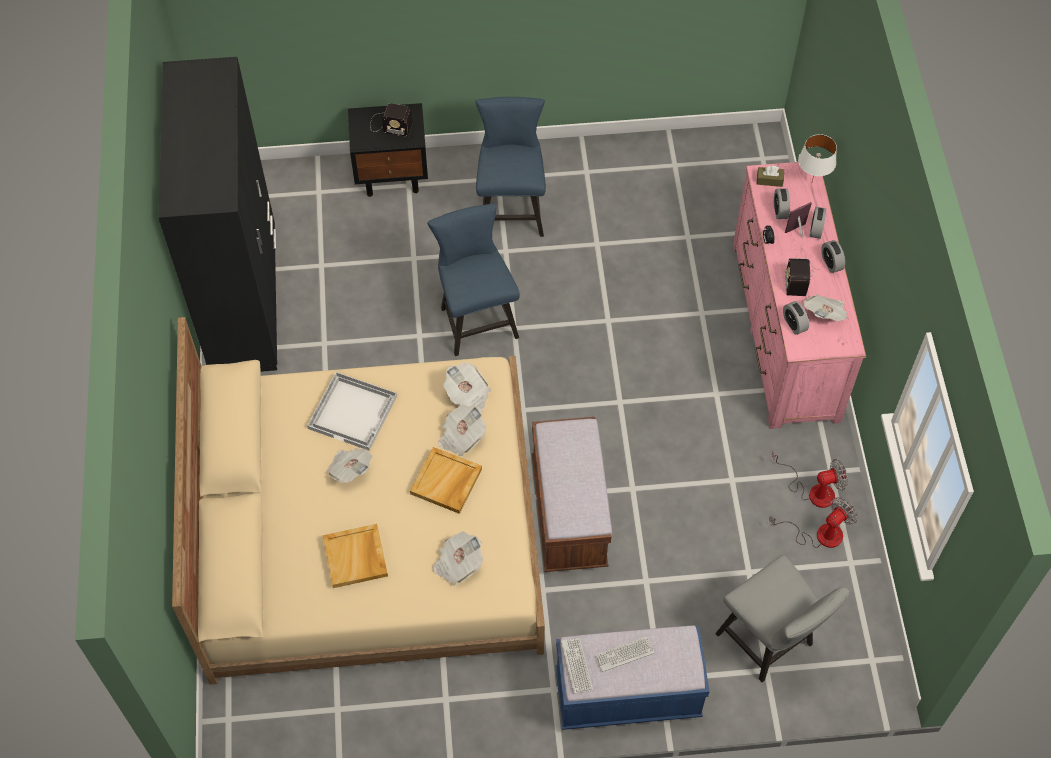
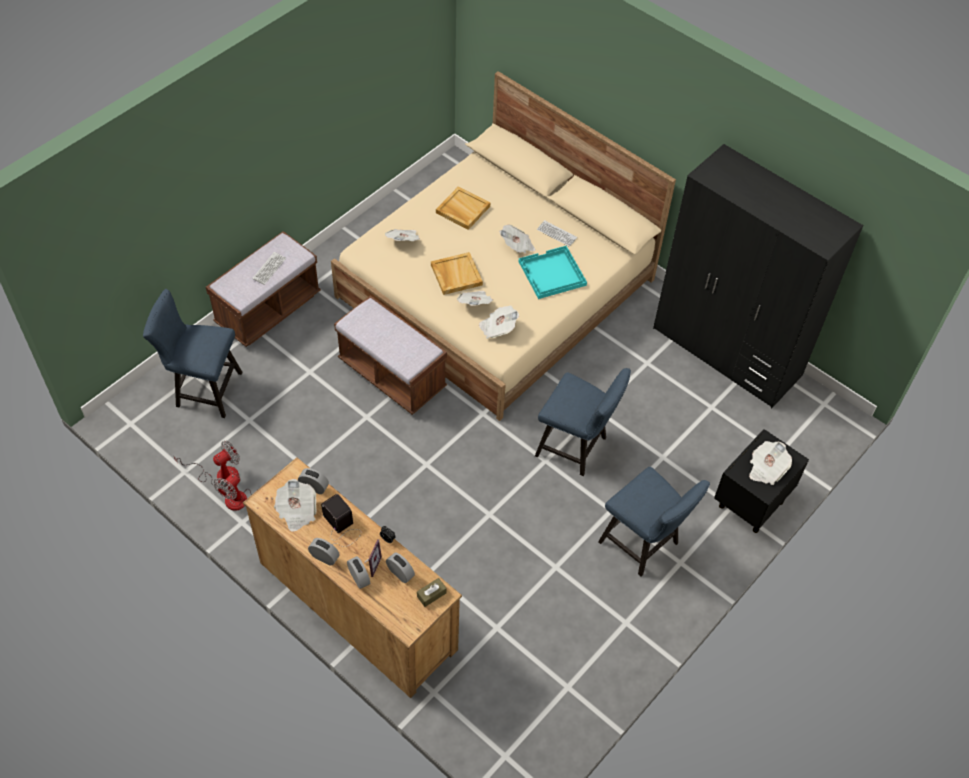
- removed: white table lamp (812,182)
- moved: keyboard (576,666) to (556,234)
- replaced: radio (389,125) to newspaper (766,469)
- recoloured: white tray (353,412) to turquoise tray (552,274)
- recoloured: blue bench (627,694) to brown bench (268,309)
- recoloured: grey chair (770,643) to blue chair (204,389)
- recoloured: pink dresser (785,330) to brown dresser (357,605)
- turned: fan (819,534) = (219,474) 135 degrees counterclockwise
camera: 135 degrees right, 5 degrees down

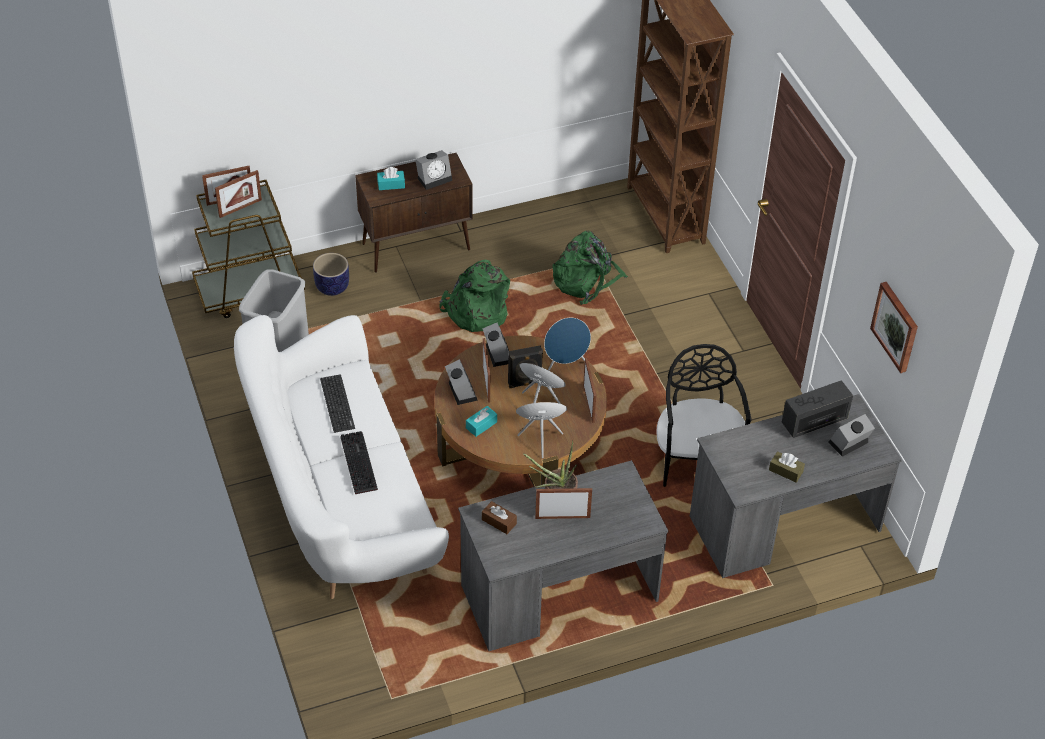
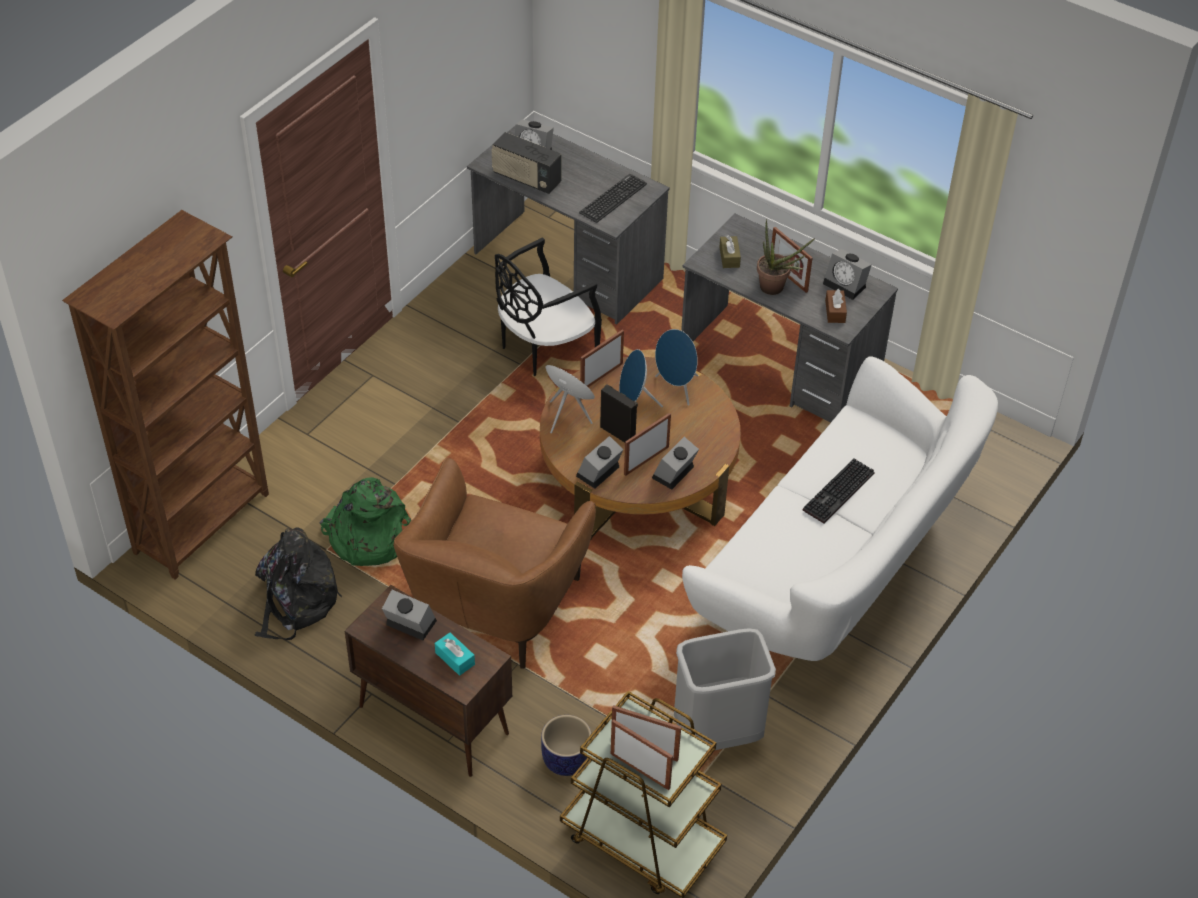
- removed: turquoise tissue box (481,425)
- removed: picture (896,326)
- added: black backpack (296,602)
- added: alarm clock (846,285)
- moved: keyboard (337,403) to (613,198)
- moved: brown tissue box (786,471) to (729,257)
- replaced: green backpack (476,312) to brown armchair (494,605)
camera: 125 degrees left, 0 degrees up

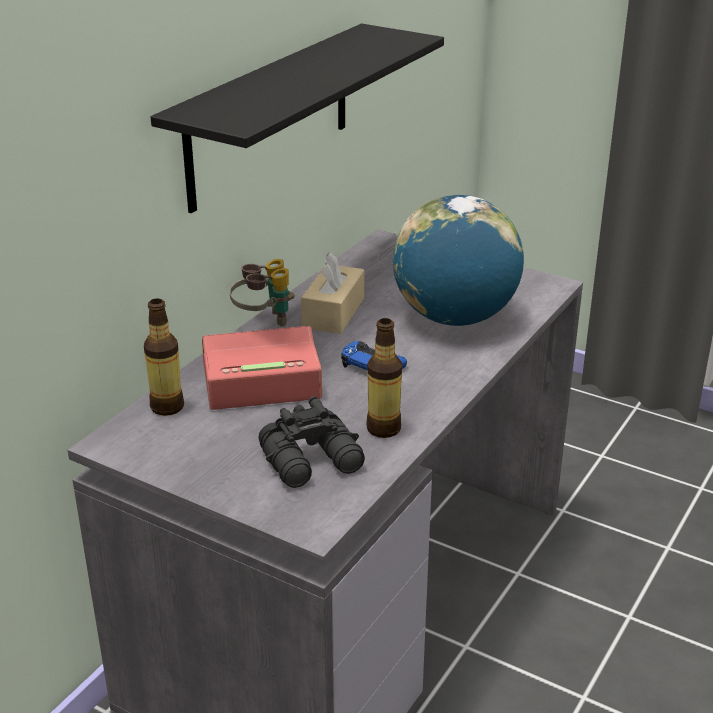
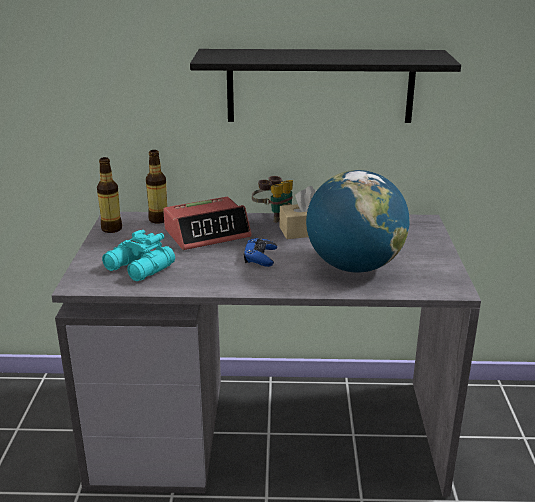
- moved: bottle (383,429) to (111,229)
- recoloured: black binoculars (314,461) to turquoise binoculars (139,268)
- turned: alarm clock (260,381) = (207,233) 105 degrees clockwise
camera: 60 degrees right, 5 degrees down

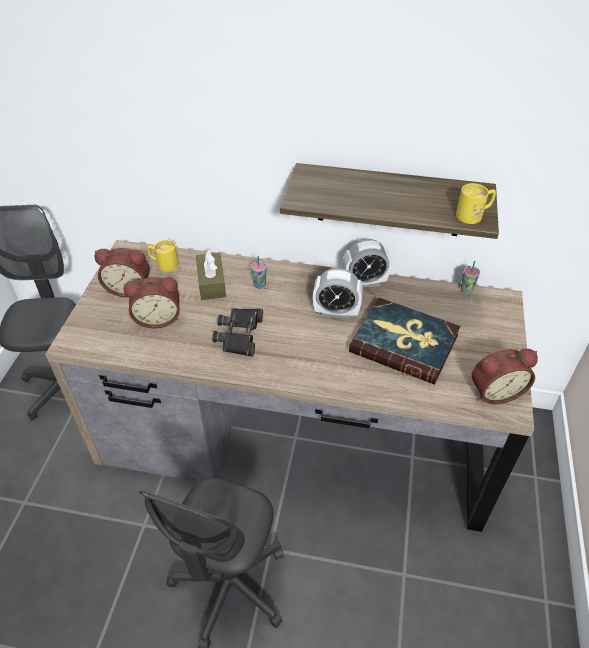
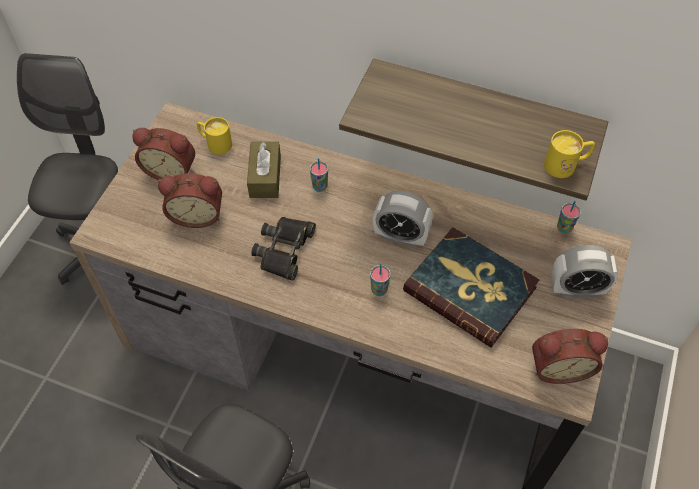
- added: cup (379,290)
- moved: alarm clock (364,282) to (576,289)
camera: 10 degrees right, 10 degrees up

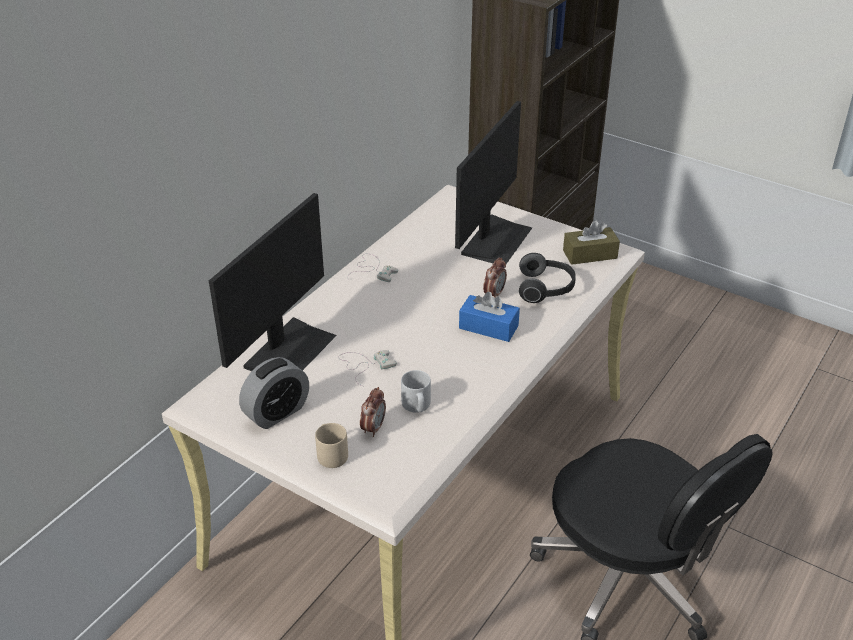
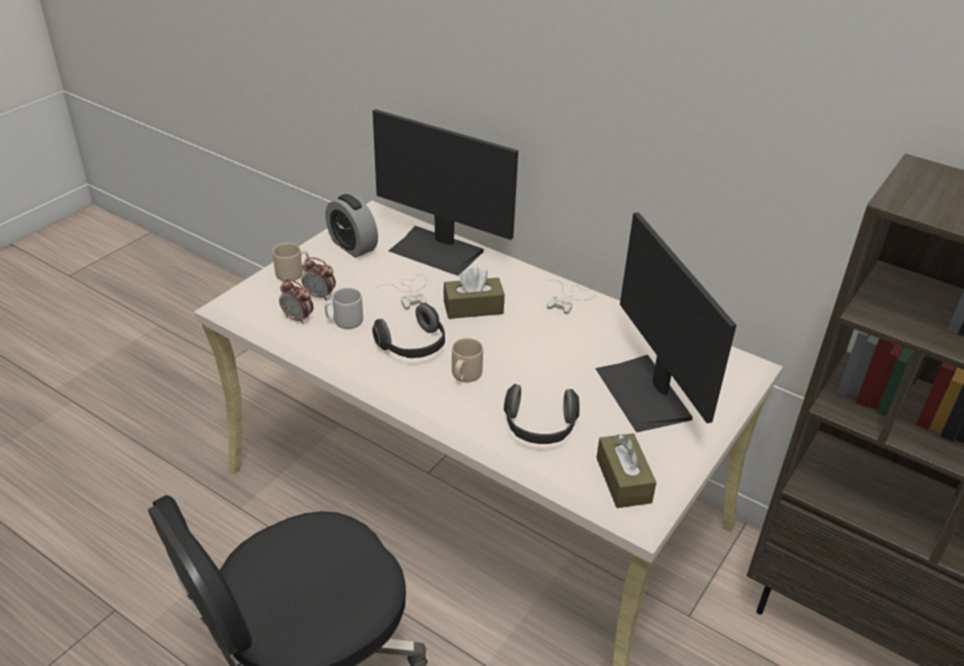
- added: headphones (413,347)
- added: brown tissue box (473,308)
- moved: alarm clock (494,294) to (298,318)
- replaced: blue tissue box (488,327) to beige mug (465,375)
- turned: monitor (495,240) = (645,393) 45 degrees clockwise
camera: 90 degrees right, 0 degrees up

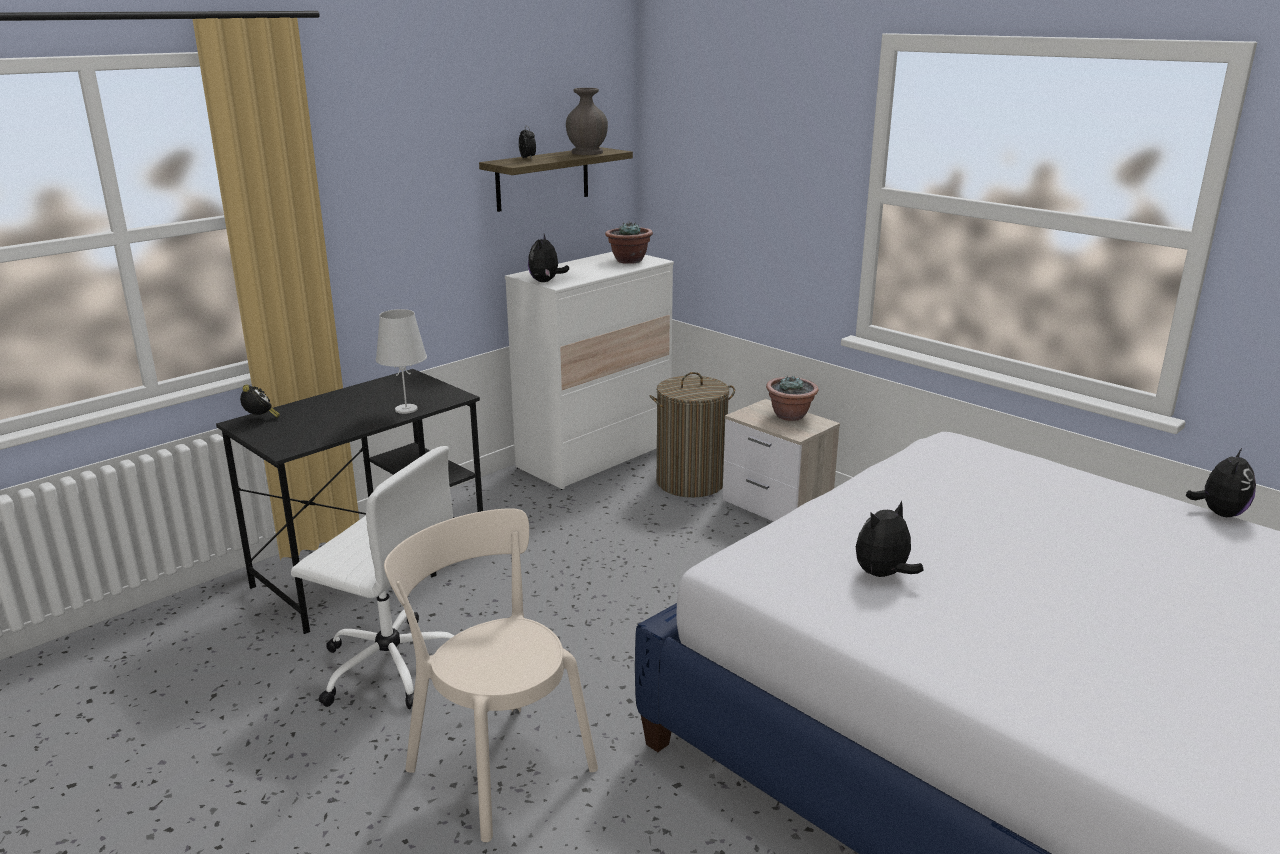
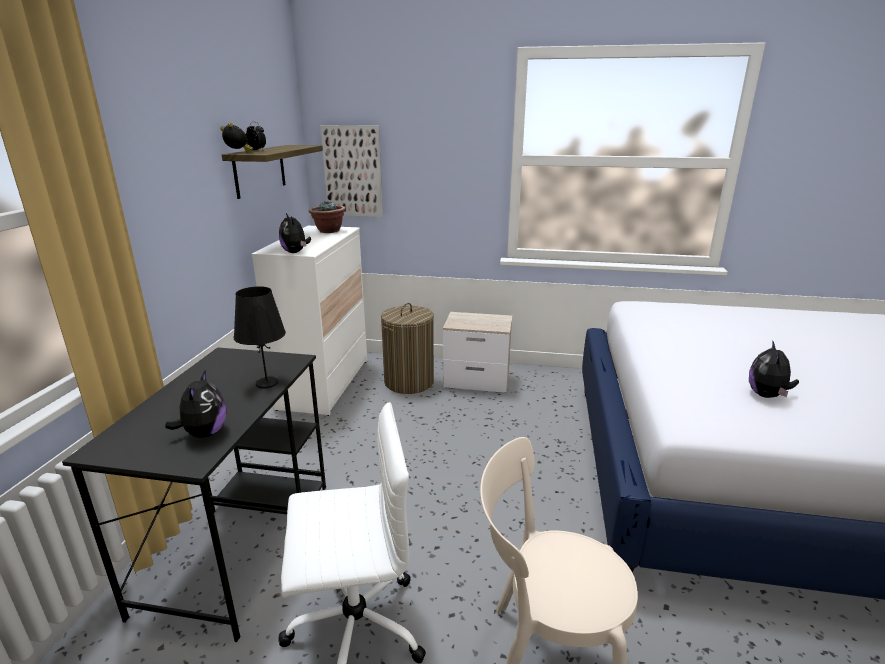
- removed: grey vase (587,152)
- removed: potted plant (790,416)
- added: picture (353,171)
- moved: alarm clock (260,419) to (238,153)
- moved: plush toy (1219,513) to (204,433)
- recoloured: white table lamp (406,409) to black table lamp (267,383)
camera: 35 degrees left, 0 degrees up

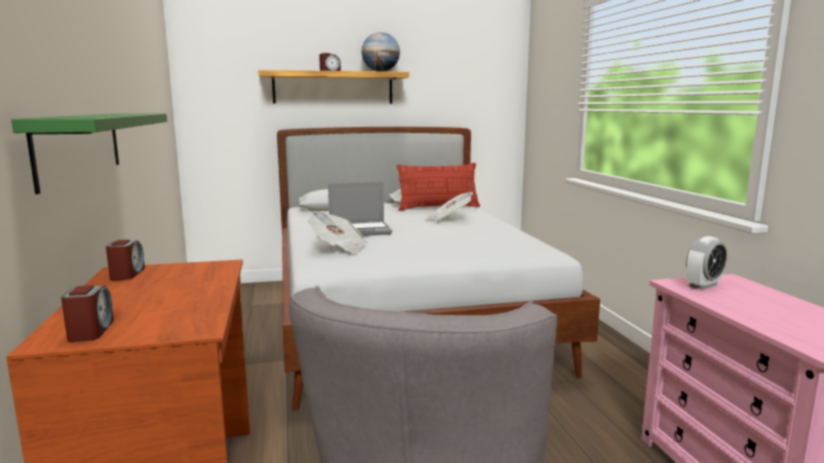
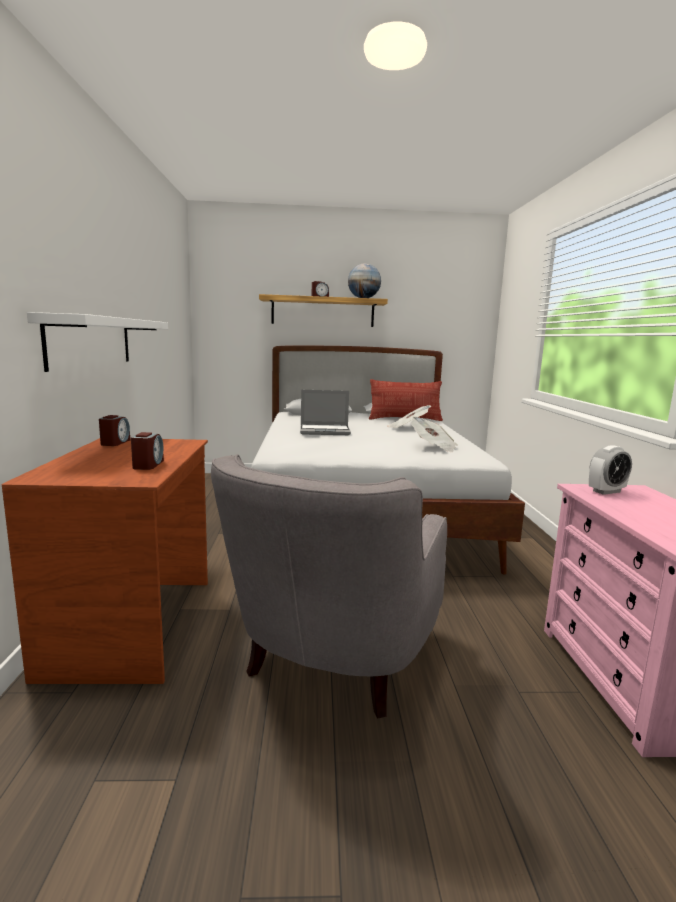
- moved: alarm clock (91,331) to (148,465)
- moved: newspaper (338,248) to (433,447)
- recoloured: green shelf (80,146) to white shelf (91,341)
camera: 10 degrees right, 0 degrees up

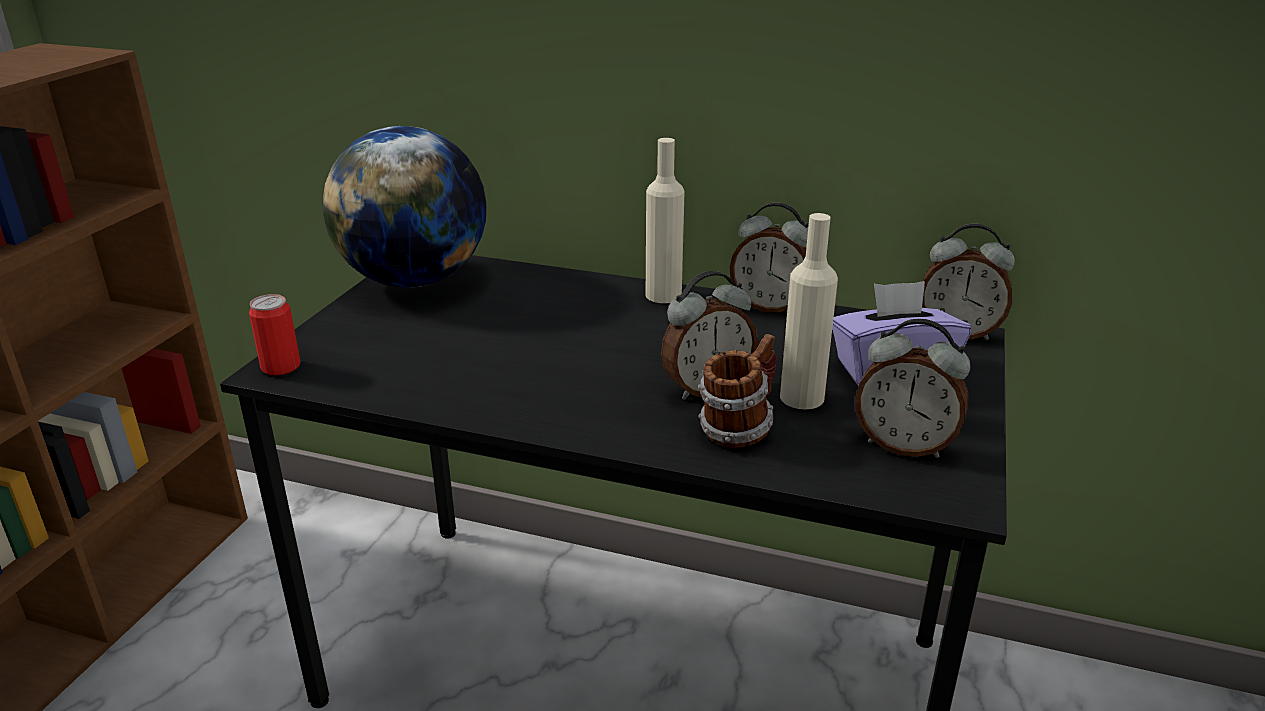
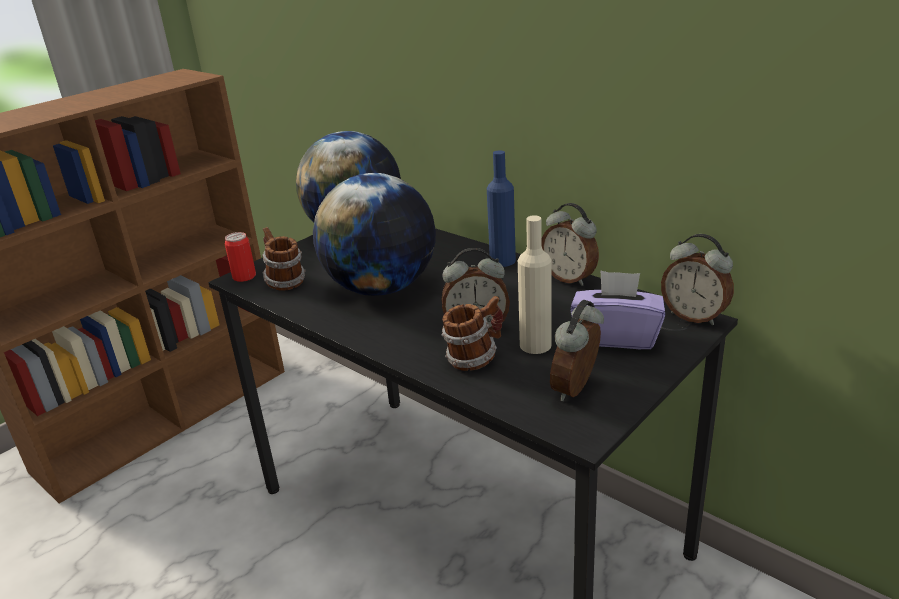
- added: mug (284,282)
- added: globe (381,288)
- recoloured: beige bottle (663,295) to blue bottle (502,261)
- turned: alarm clock (904,445) = (577,390) 75 degrees clockwise
camera: 25 degrees right, 0 degrees up

